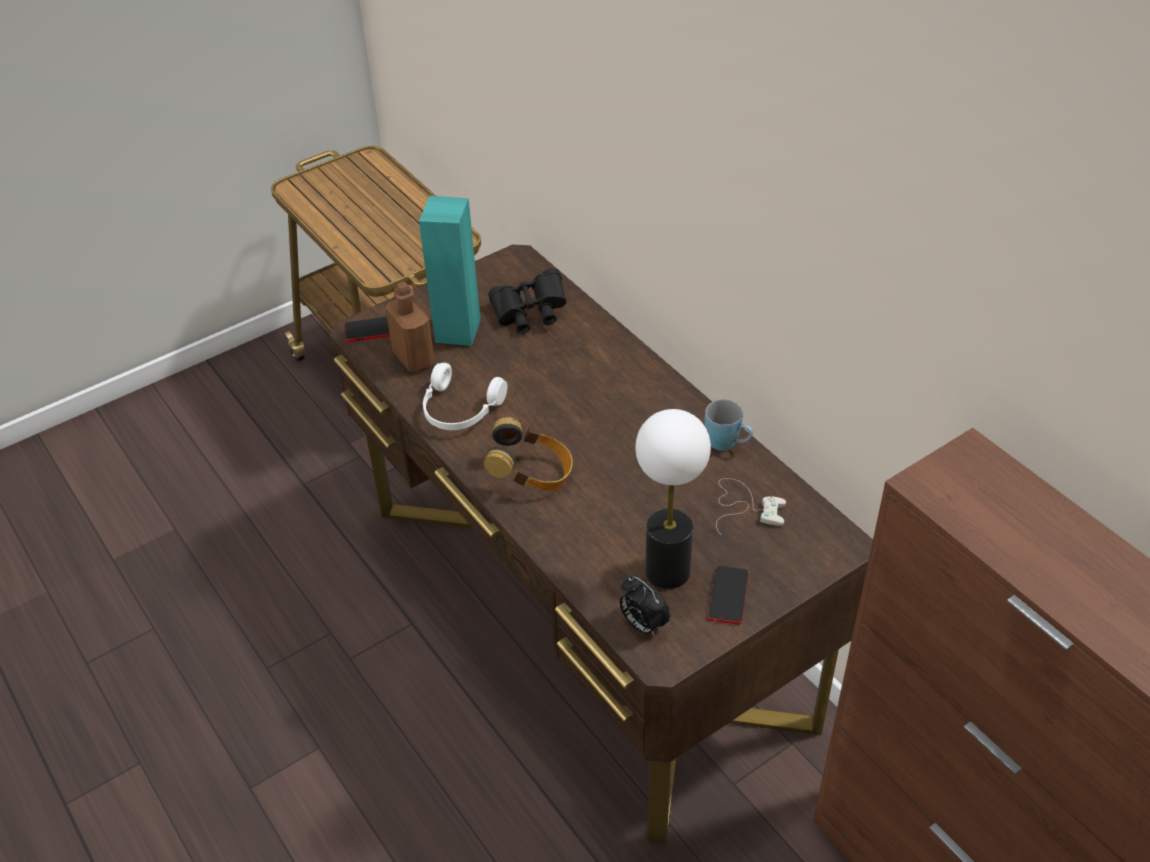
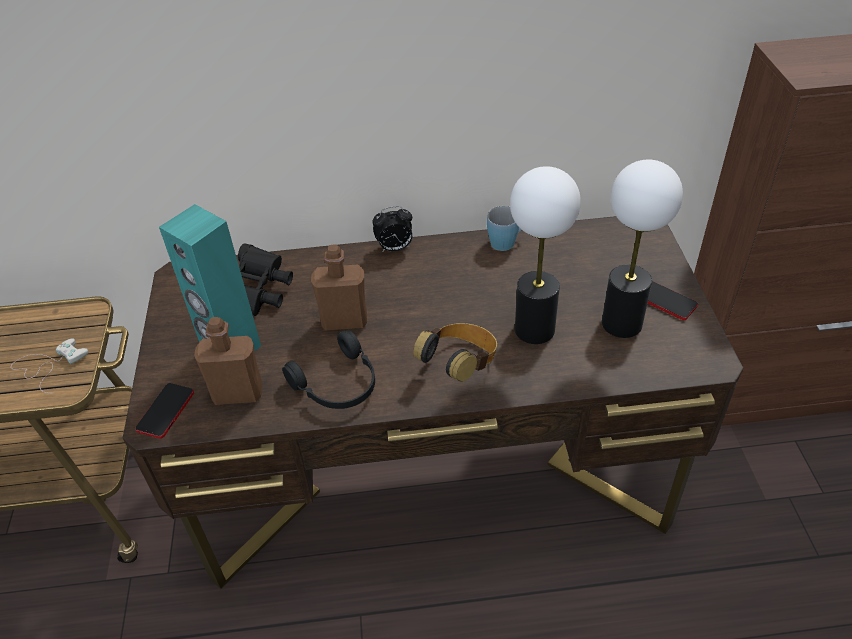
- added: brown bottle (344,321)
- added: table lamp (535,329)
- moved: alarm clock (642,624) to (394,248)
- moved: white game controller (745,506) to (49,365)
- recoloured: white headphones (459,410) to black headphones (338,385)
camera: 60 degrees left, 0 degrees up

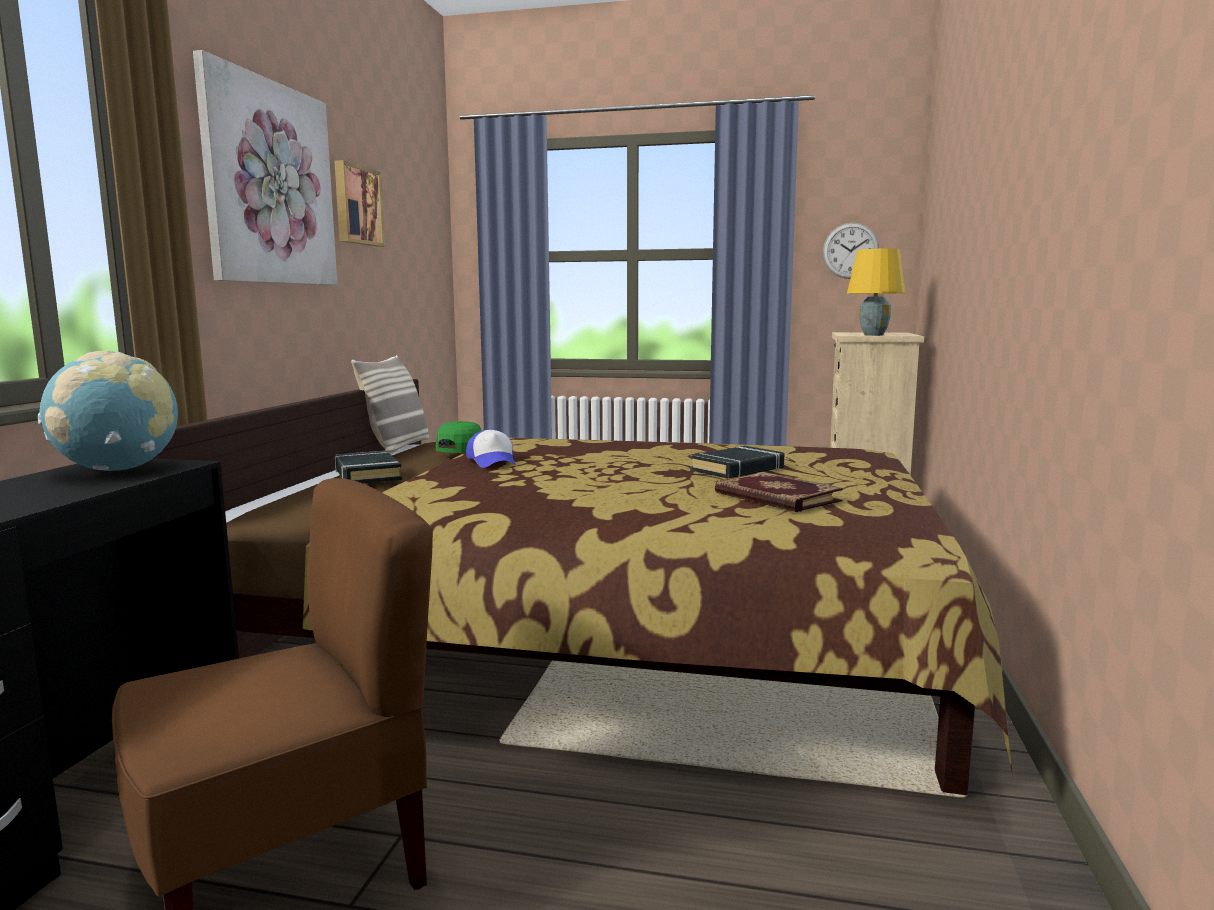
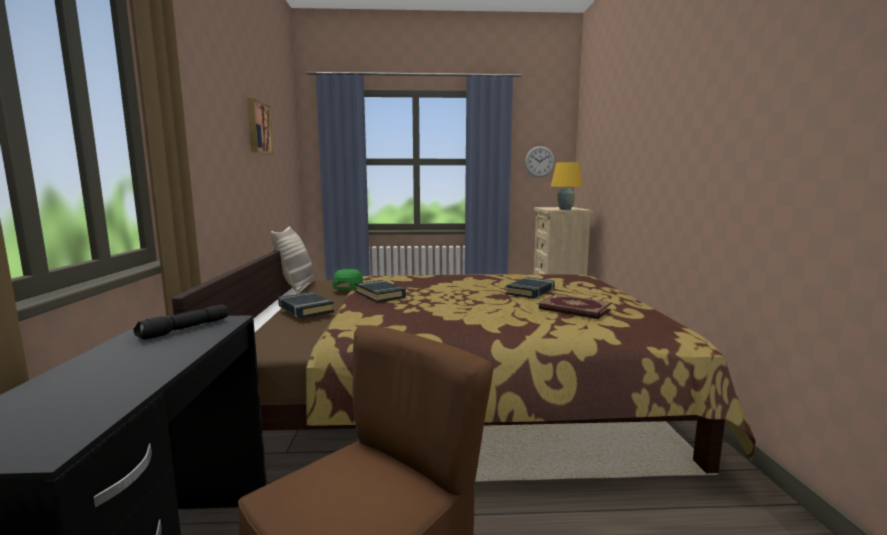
- removed: picture (270,183)
- replaced: globe (118,470) to black flashlight (184,329)
- replaced: cap (493,462) to black book (380,295)
camera: 15 degrees left, 0 degrees up

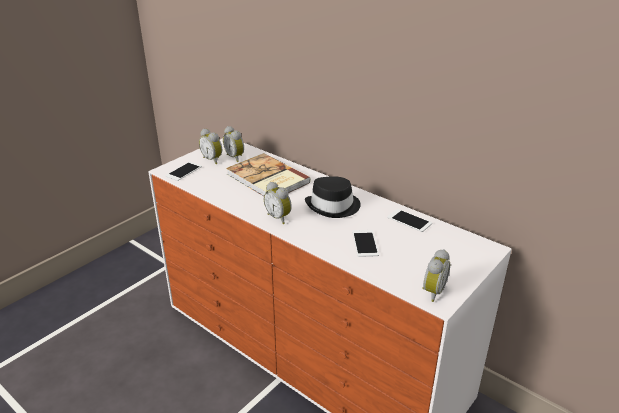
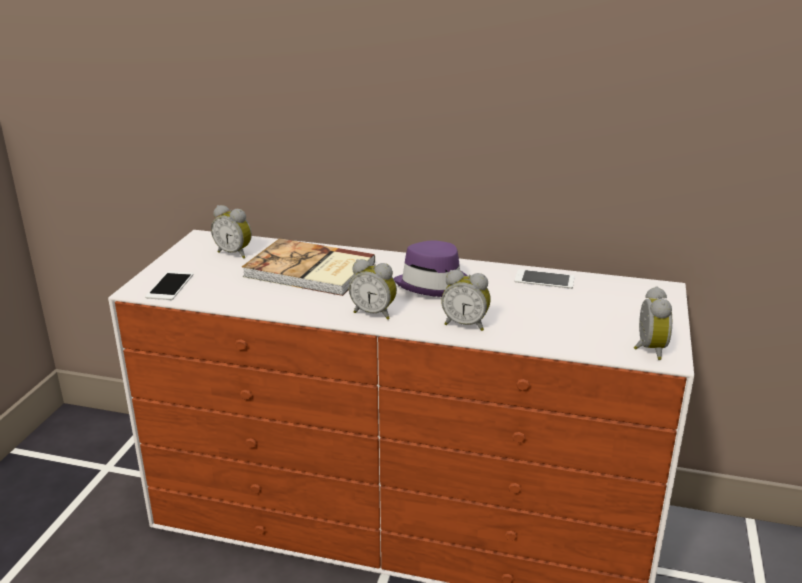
- removed: phone (365,243)
- moved: alarm clock (213,159) to (465,324)
- recoloured: black hat (333,206) to purple hat (434,284)
camera: 25 degrees left, 5 degrees down

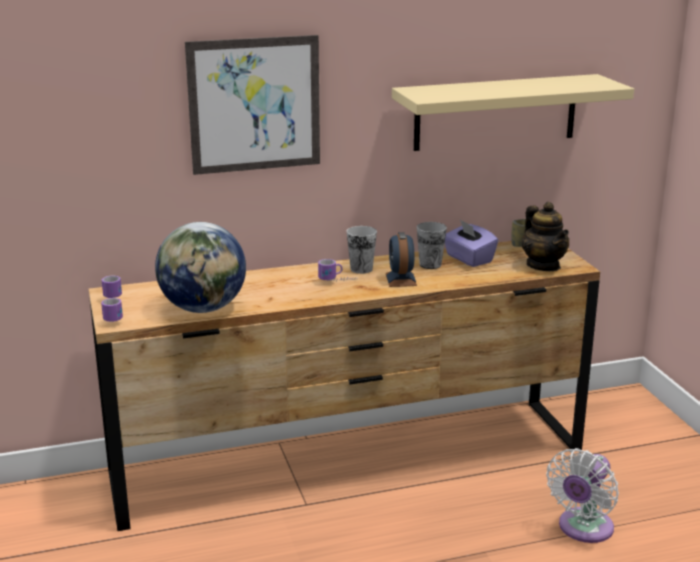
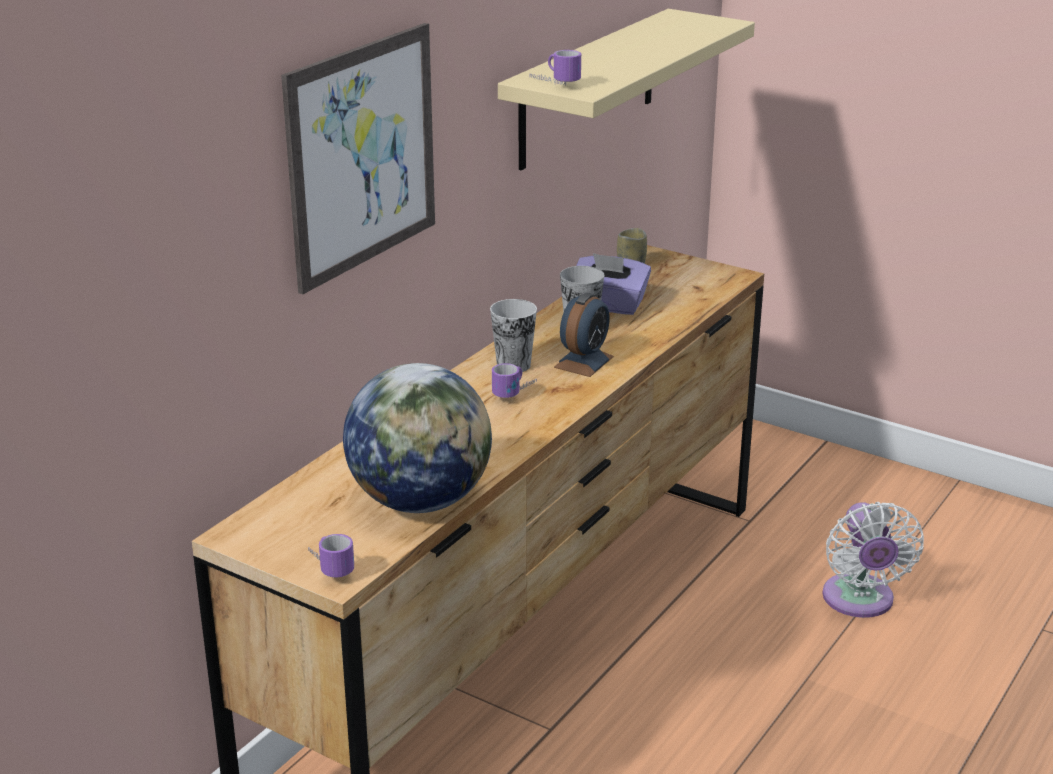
- removed: teapot (543,265)
- moved: mug (113,295) to (553,83)
- turned: alarm clock (401,279) = (584,362) 105 degrees counterclockwise
camera: 40 degrees left, 5 degrees up

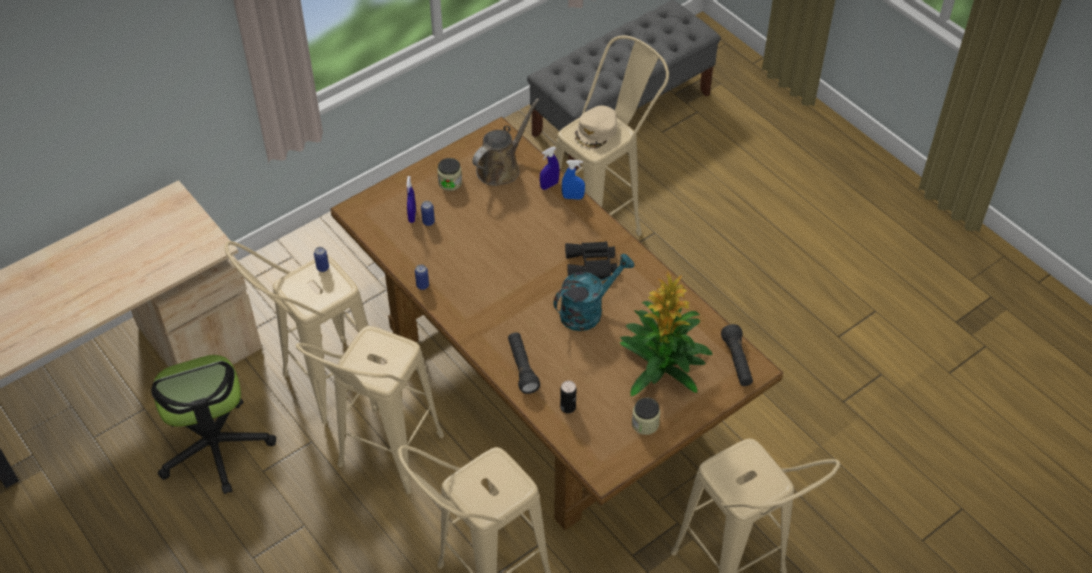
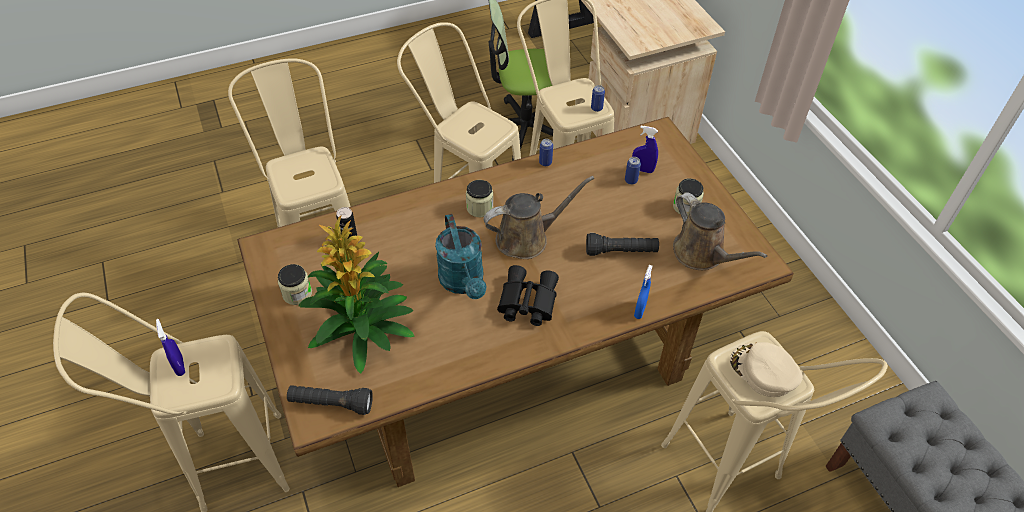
- added: jar (480,208)
- added: brown watering can (527,238)
- moved: black flashlight (522,368) to (621,251)
- moved: blue spray bottle (549,185) to (180,366)
camera: 105 degrees right, 0 degrees up

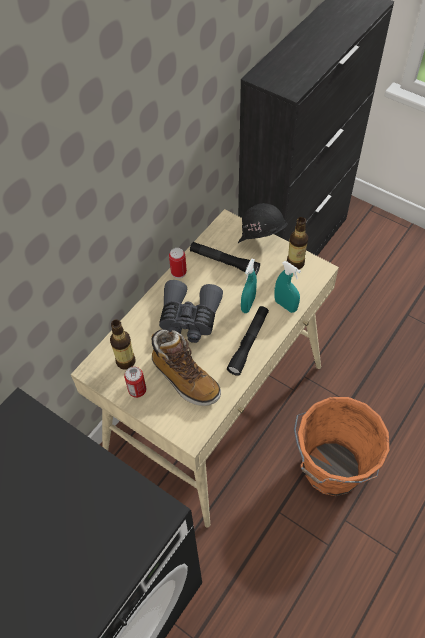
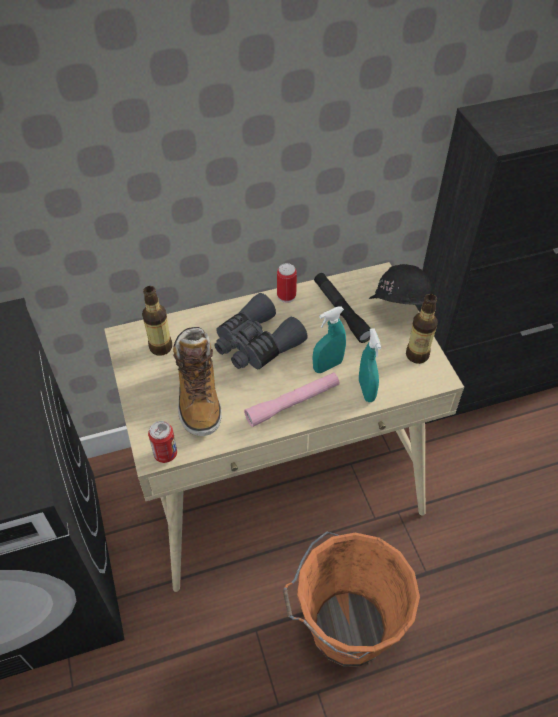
- moved: can (137,390) to (165,454)
- recoloured: black flashlight (248,343) to pink flashlight (293,403)
camera: 35 degrees right, 5 degrees down

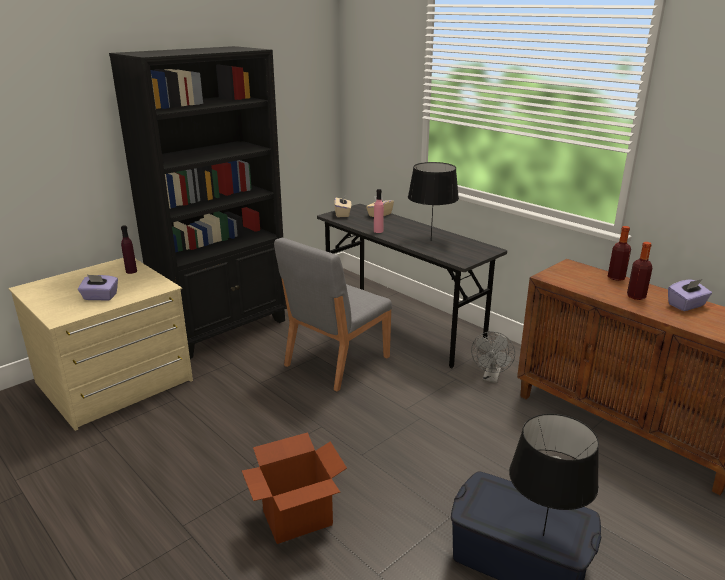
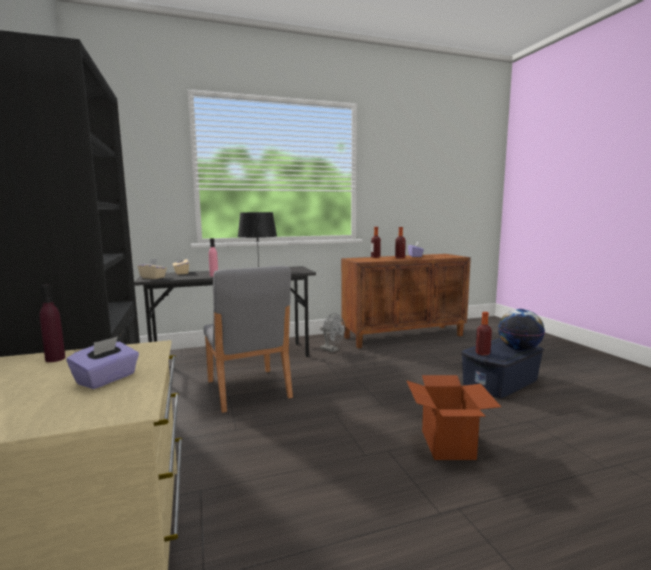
- added: bottle (482,353)
- replaced: black table lamp (543,535) to globe (519,349)
camera: 65 degrees left, 15 degrees down

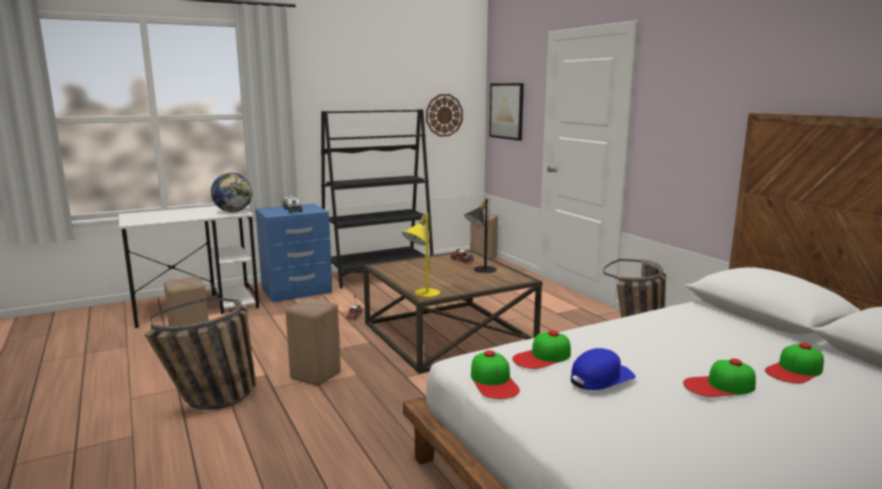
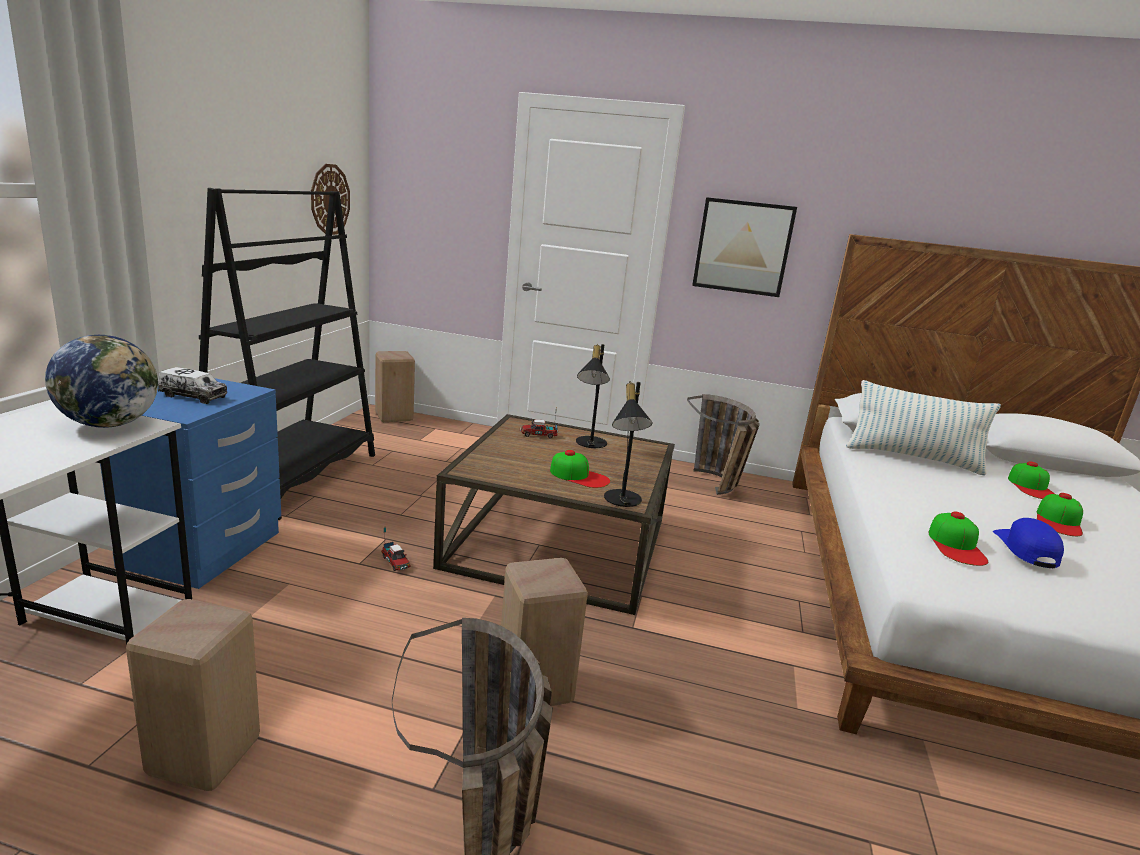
- added: pillow (912,458)
- moved: cap (494,381) to (579,476)
- moved: picture (507,111) to (743,247)
- recoloured: yellow table lamp (422,294) to black table lamp (621,501)
camera: 50 degrees left, 5 degrees up

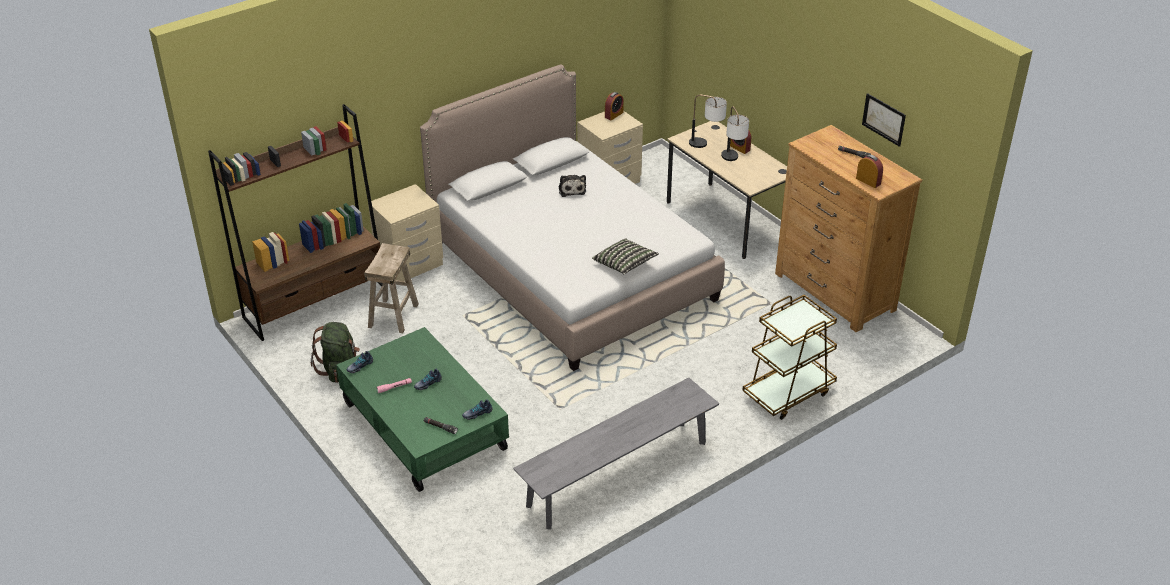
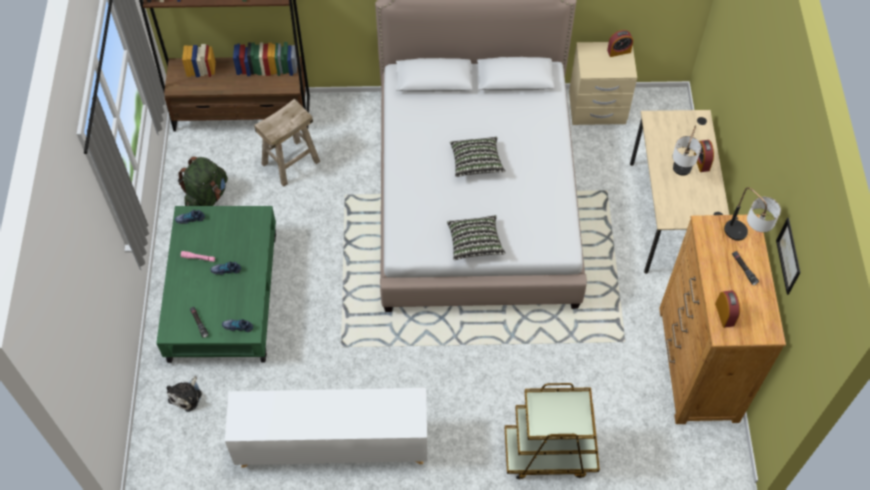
- removed: beige nightstand (410,264)
- added: pillow (476,163)
- moved: plush toy (571,189) to (186,395)
- moved: table lamp (706,145) to (744,239)
- replaced: grey bench (618,474) to white cabinet (332,445)
camera: 35 degrees right, 20 degrees up

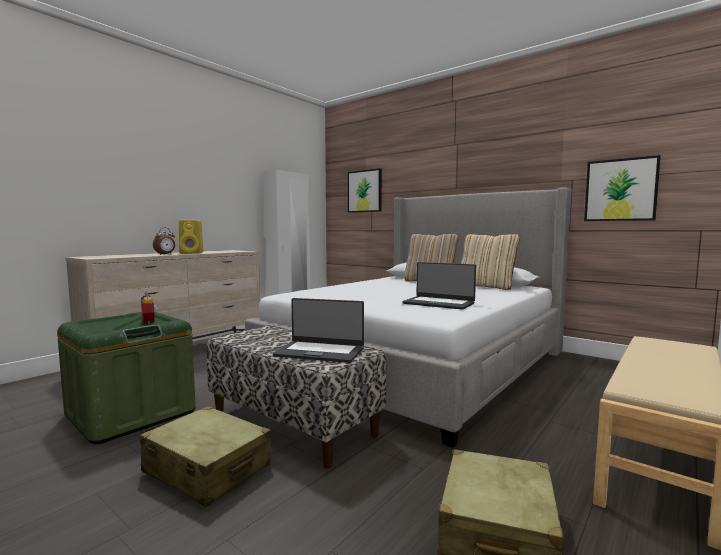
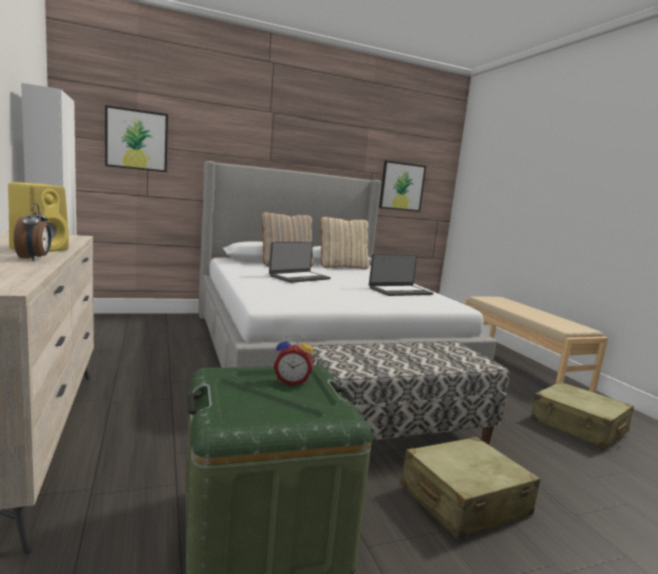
- moved: laptop (320,352) to (299,277)
camera: 60 degrees left, 5 degrees up

